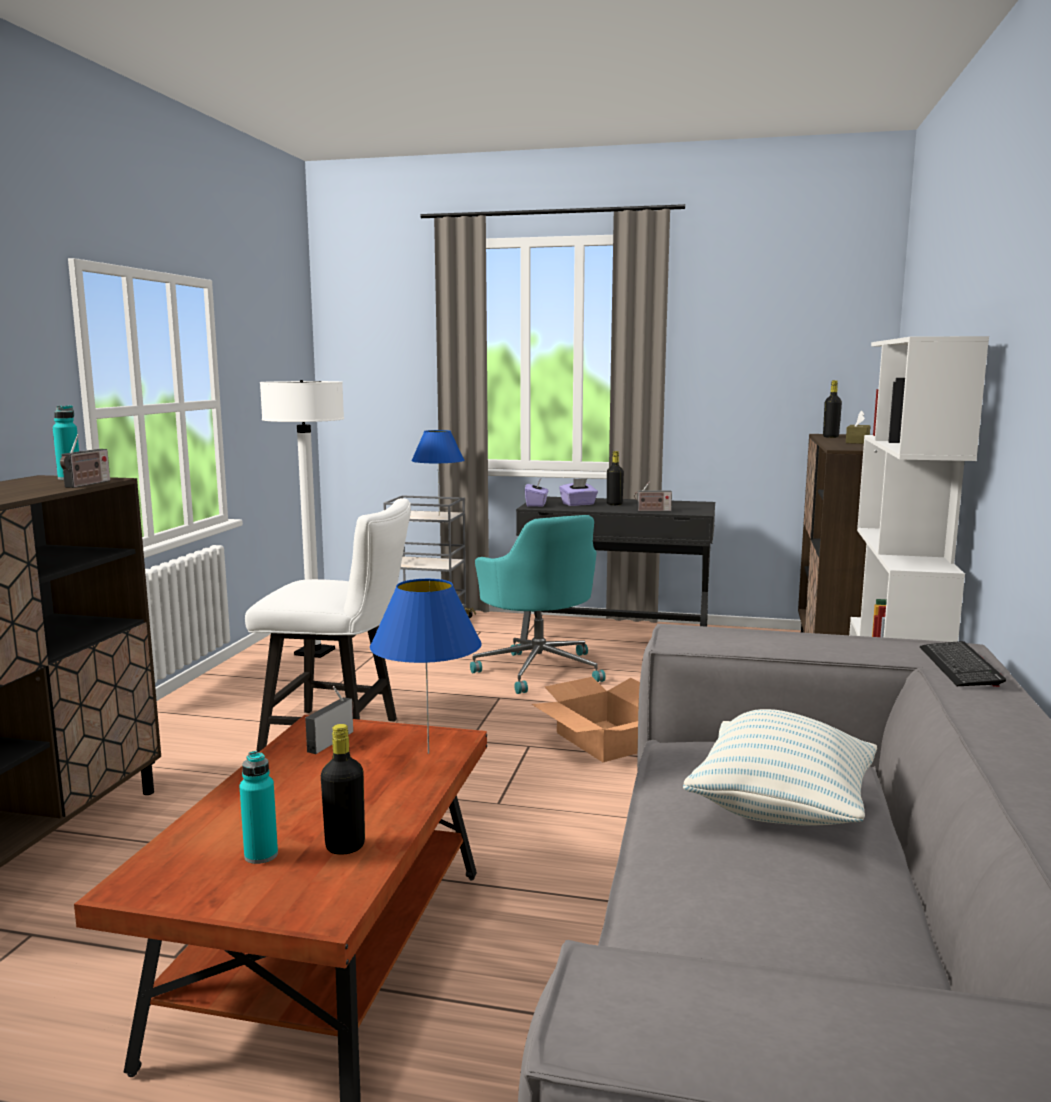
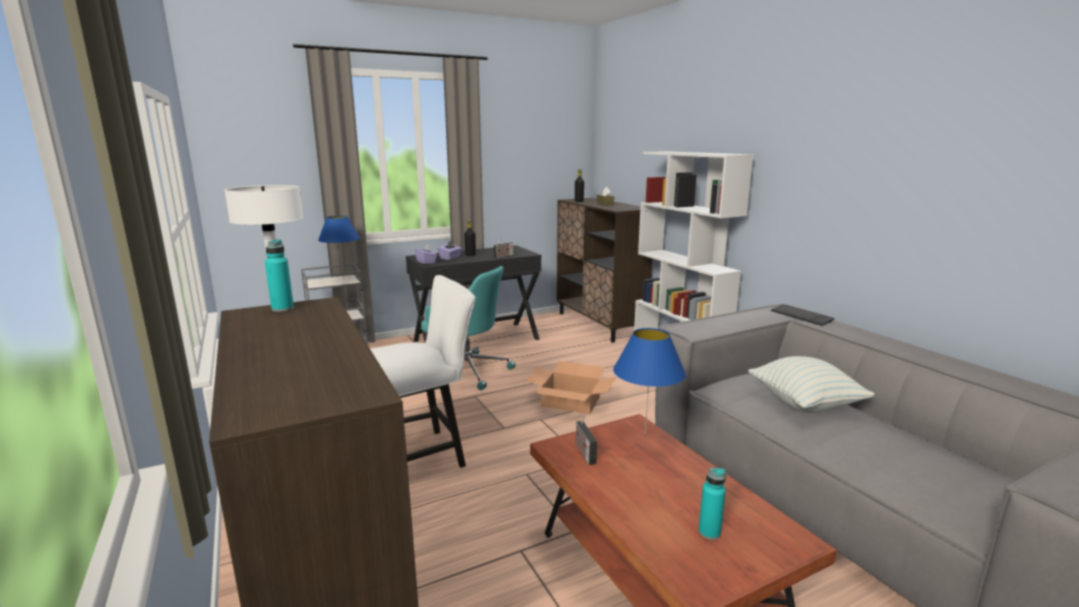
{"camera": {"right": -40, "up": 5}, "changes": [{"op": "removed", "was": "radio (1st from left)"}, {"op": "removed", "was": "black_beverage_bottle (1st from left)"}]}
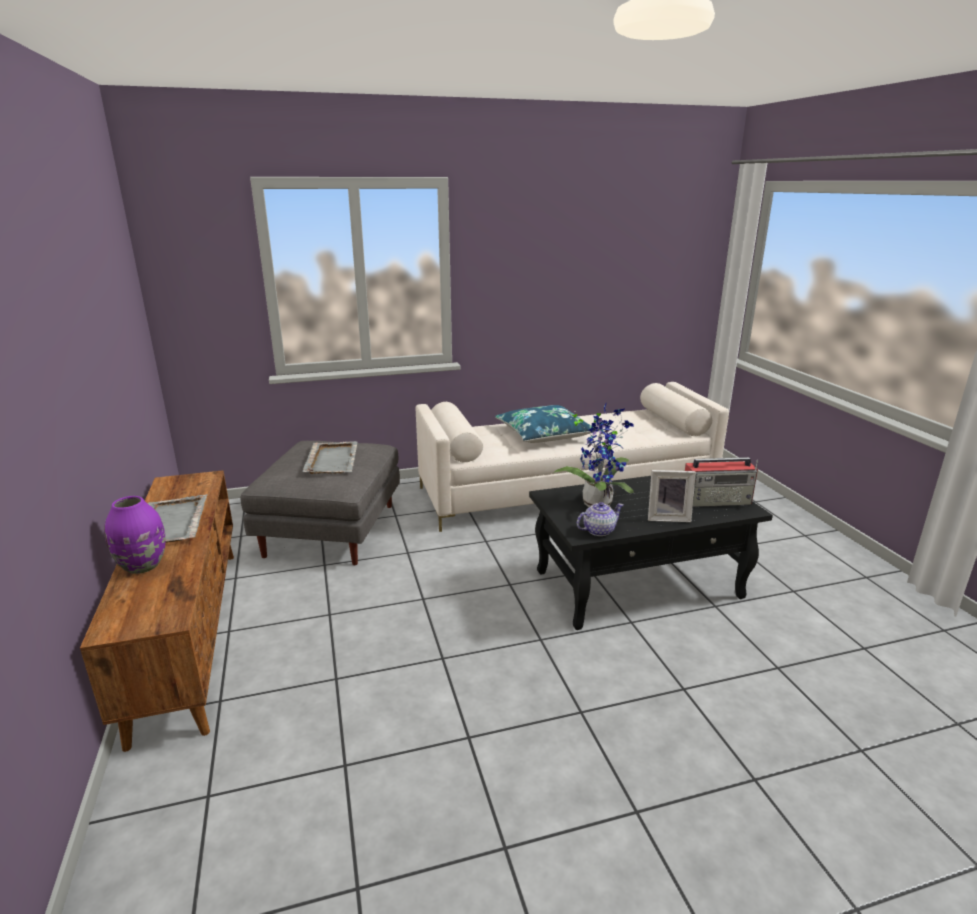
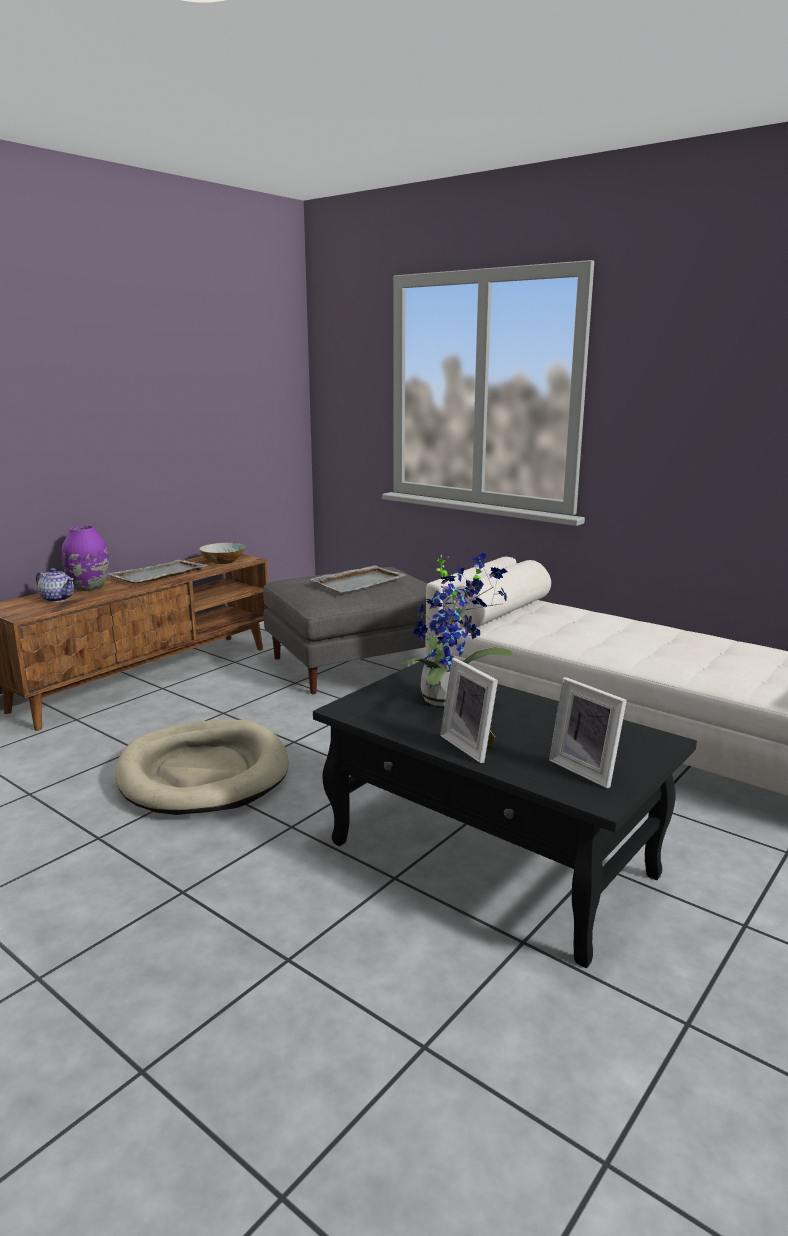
{"camera": {"right": 55, "up": -5}, "changes": [{"op": "moved", "was": "teapot"}, {"op": "added", "now": "sand-coloured_pet_bed"}, {"op": "added", "now": "serving_bowl"}, {"op": "replaced", "was": "radio", "now": "standing_frame (2nd from left)"}, {"op": "removed", "was": "blue_throw_pillow"}]}
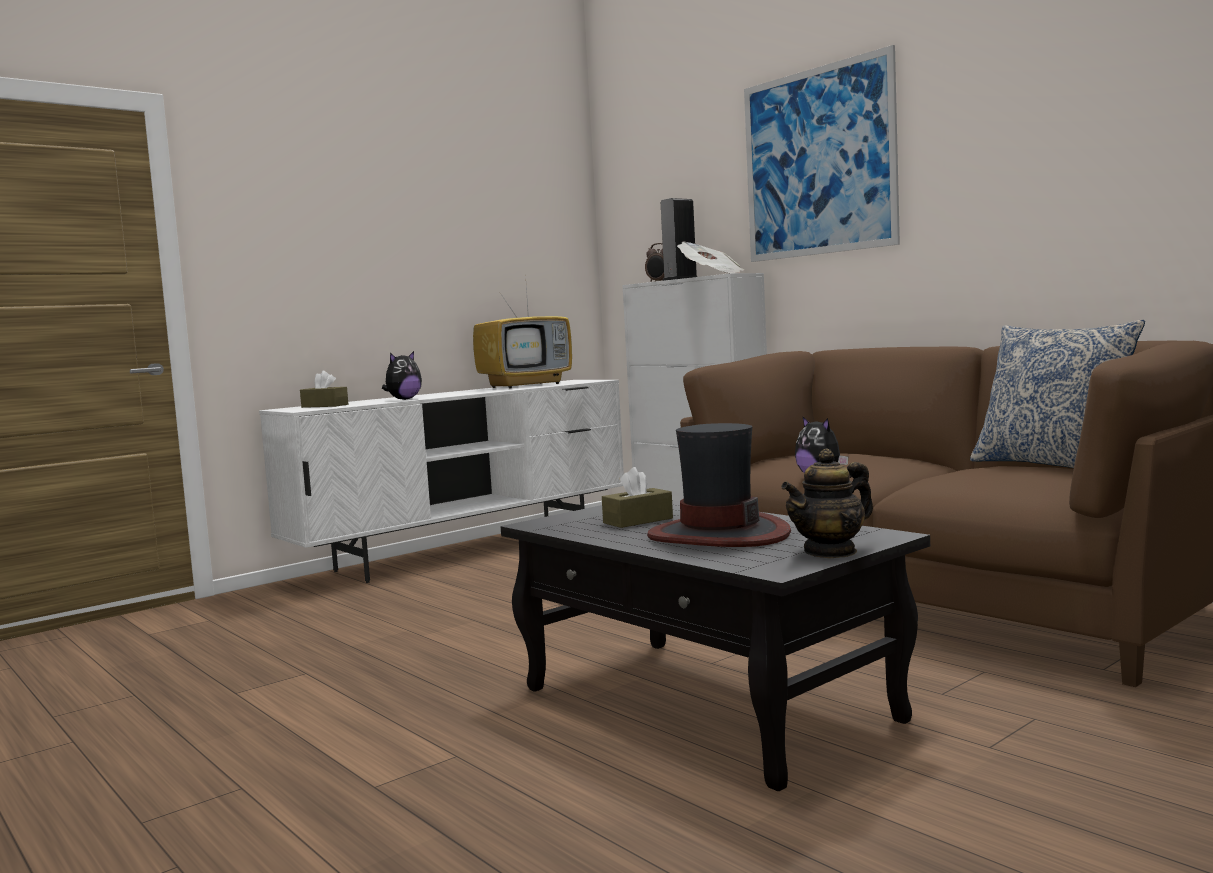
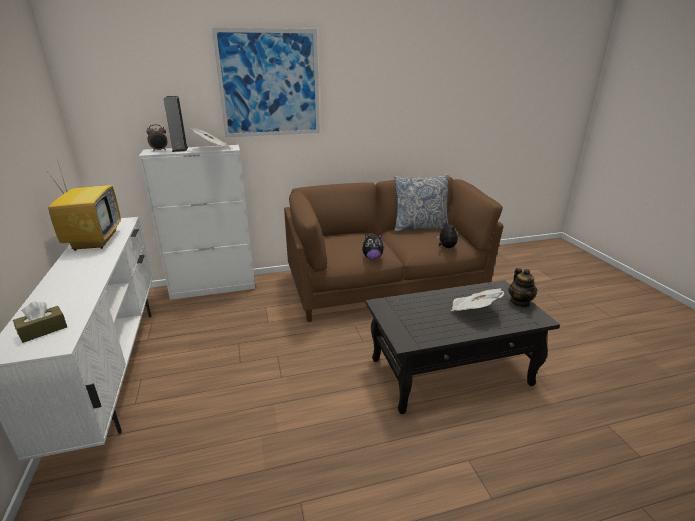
{"camera": {"right": -65, "up": 20}, "changes": [{"op": "moved", "was": "cuddly_toy (1st from left in the first image)", "now": "cuddly_toy (2nd from left)"}, {"op": "replaced", "was": "wearable_hat", "now": "daily_paper (2nd from left)"}, {"op": "removed", "was": "brown_tissue_holder (2nd from left)"}]}
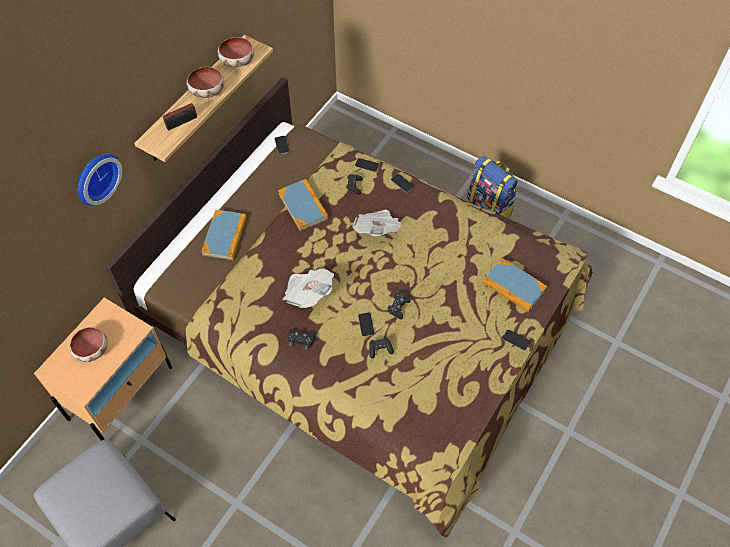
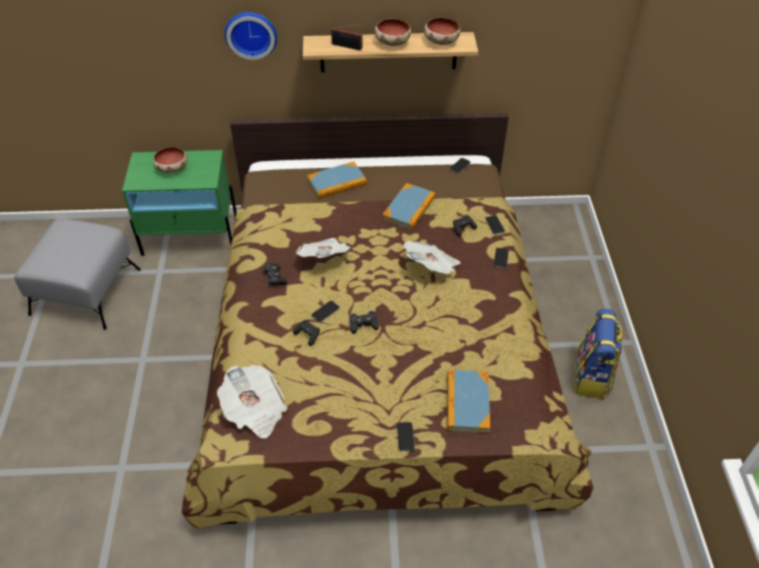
{"camera": {"right": 55, "up": -10}, "changes": [{"op": "recoloured", "was": "sand-coloured_bedside_table", "now": "greenish_bedside_table"}, {"op": "added", "now": "daily_paper (1st from left)"}]}
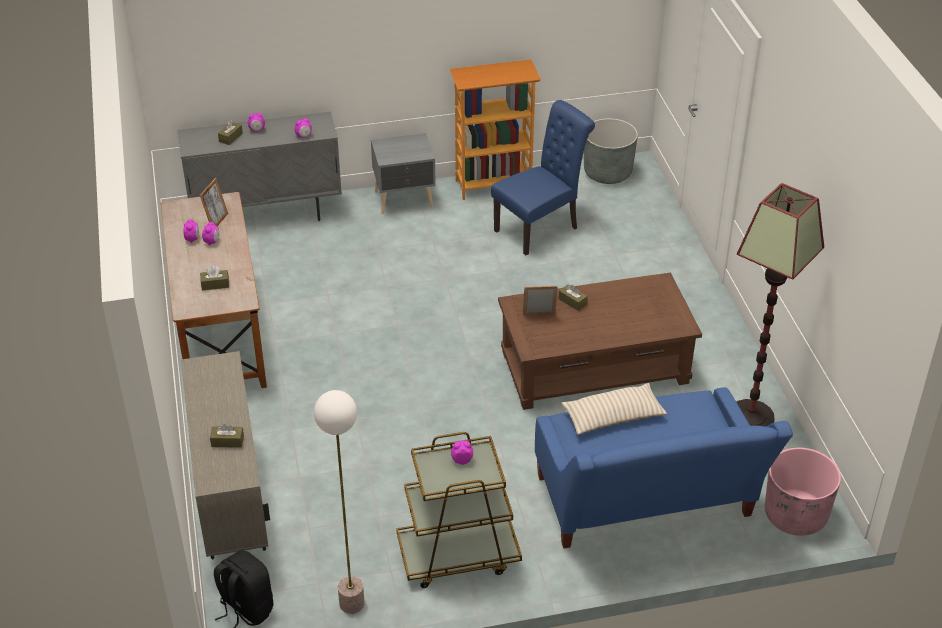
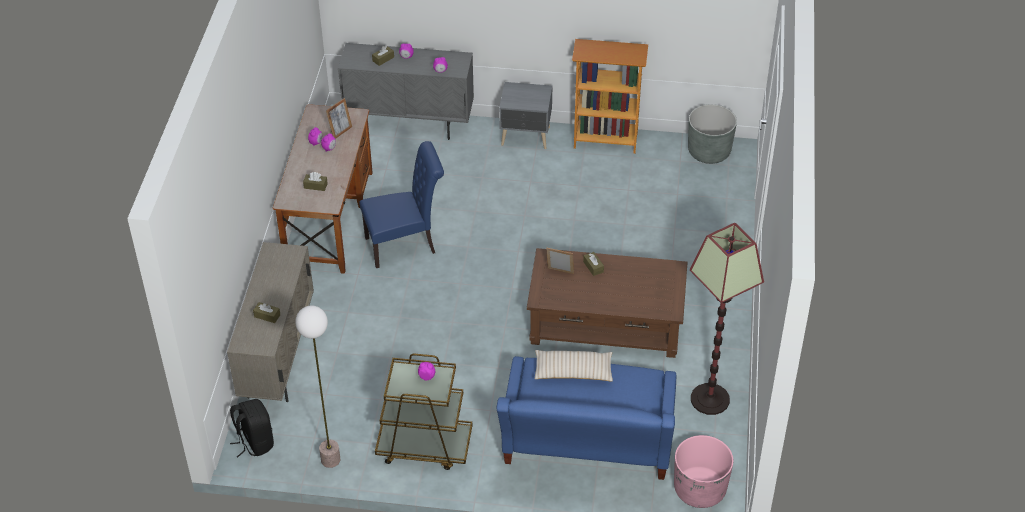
{"camera": {"right": 20, "up": 5}, "changes": [{"op": "moved", "was": "blue_upright_chair"}]}
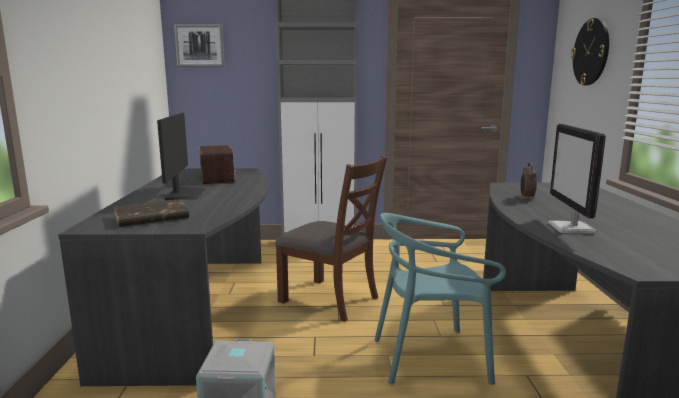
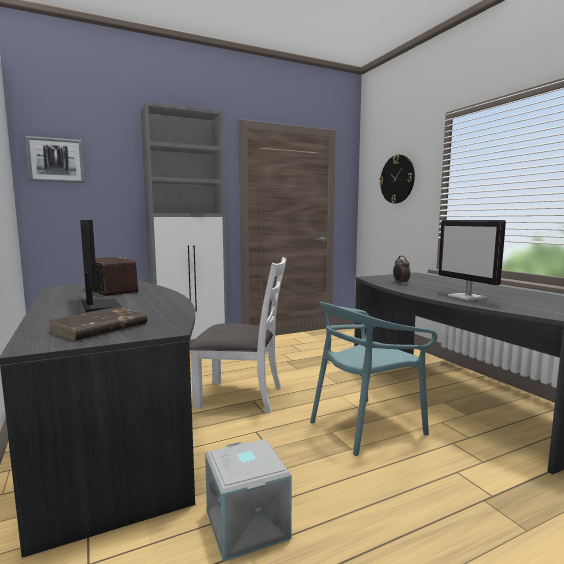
{"camera": {"right": -25, "up": -5}, "changes": [{"op": "recoloured", "was": "brown_upright_chair", "now": "white_upright_chair"}]}
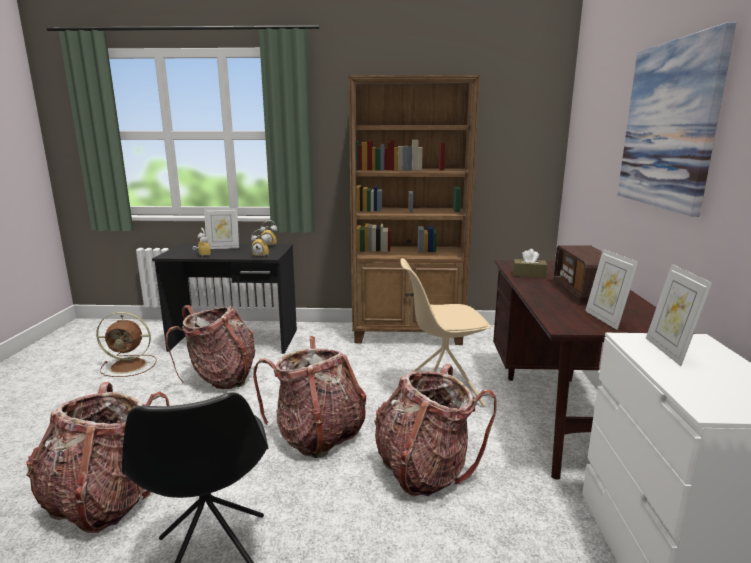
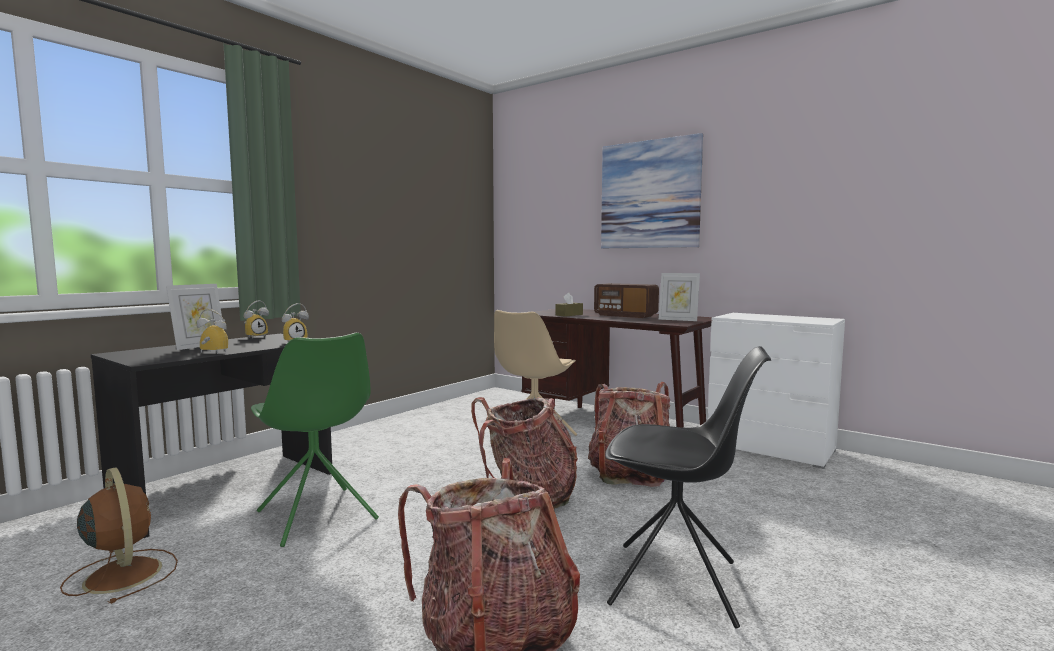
{"camera": {"right": -55, "up": -10}, "changes": [{"op": "turned", "was": "brown_cooling_fan", "clockwise": -75}, {"op": "replaced", "was": "backpack (2nd from left)", "now": "greenish_upright_chair"}, {"op": "removed", "was": "brown_bookcase"}, {"op": "removed", "was": "standing_frame (3rd from left)"}]}
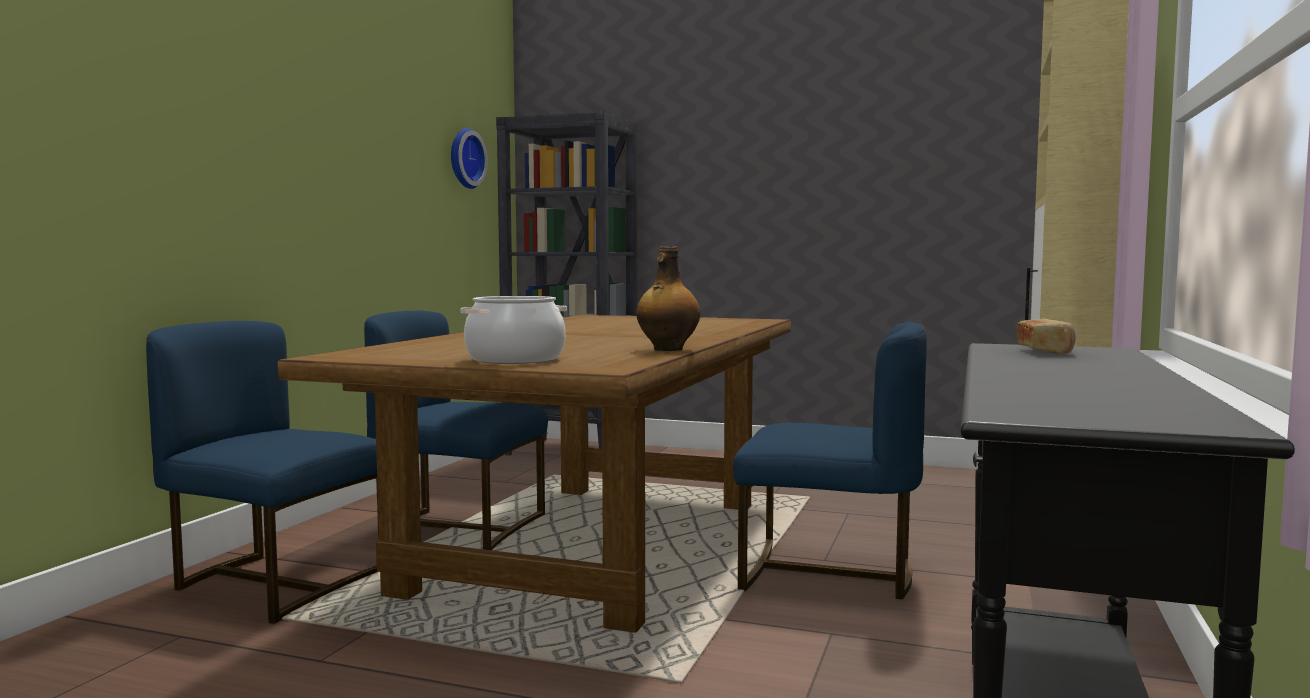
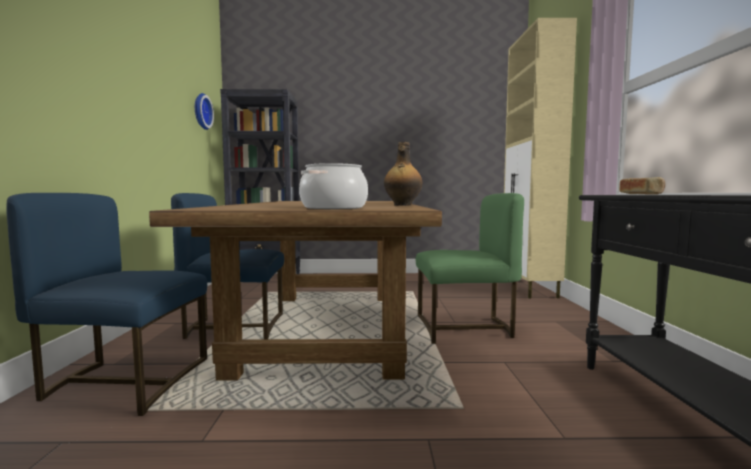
{"camera": {"right": -20, "up": 0}, "changes": [{"op": "recoloured", "was": "blue_upright_chair (3rd from left)", "now": "greenish_upright_chair"}]}
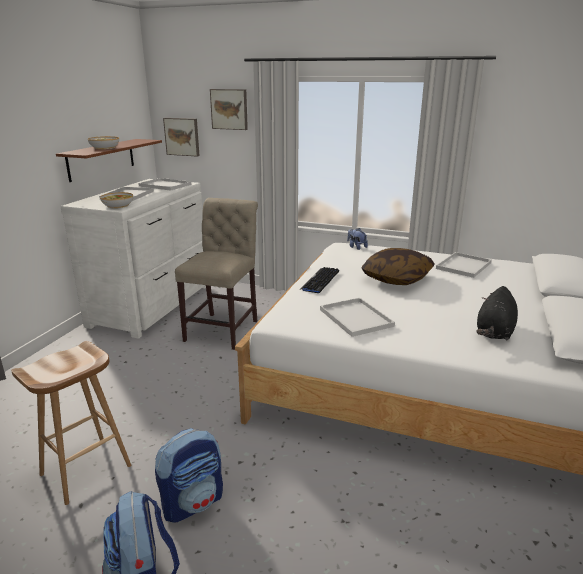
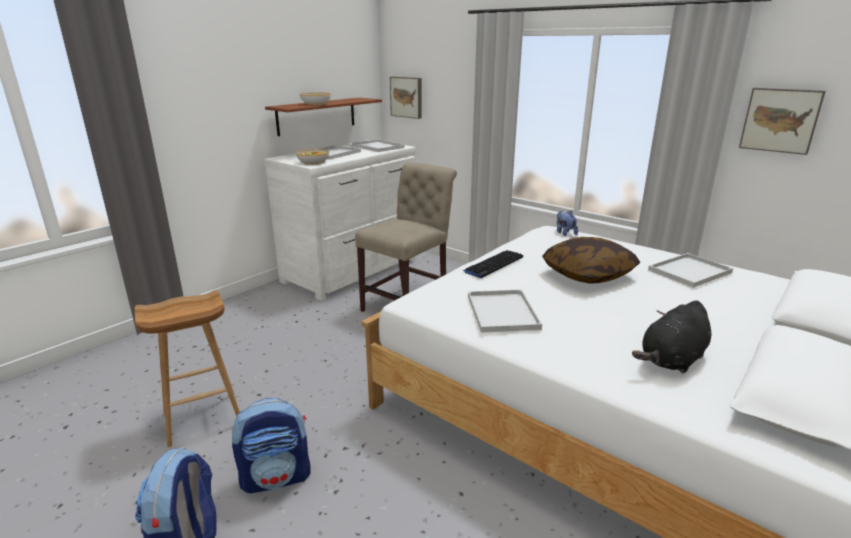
{"camera": {"right": 20, "up": 0}, "changes": [{"op": "moved", "was": "picture (2nd from left)"}]}
